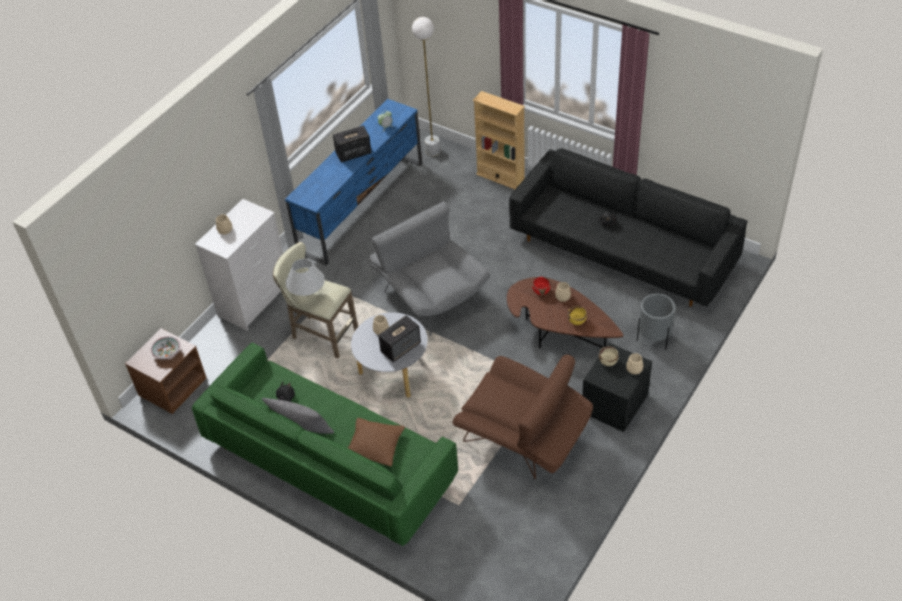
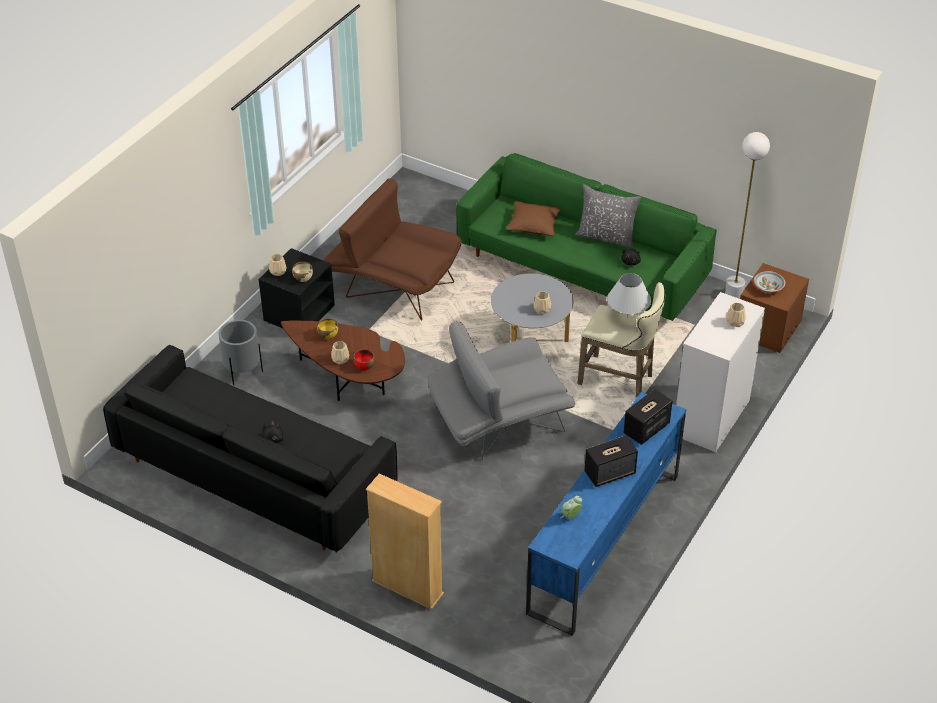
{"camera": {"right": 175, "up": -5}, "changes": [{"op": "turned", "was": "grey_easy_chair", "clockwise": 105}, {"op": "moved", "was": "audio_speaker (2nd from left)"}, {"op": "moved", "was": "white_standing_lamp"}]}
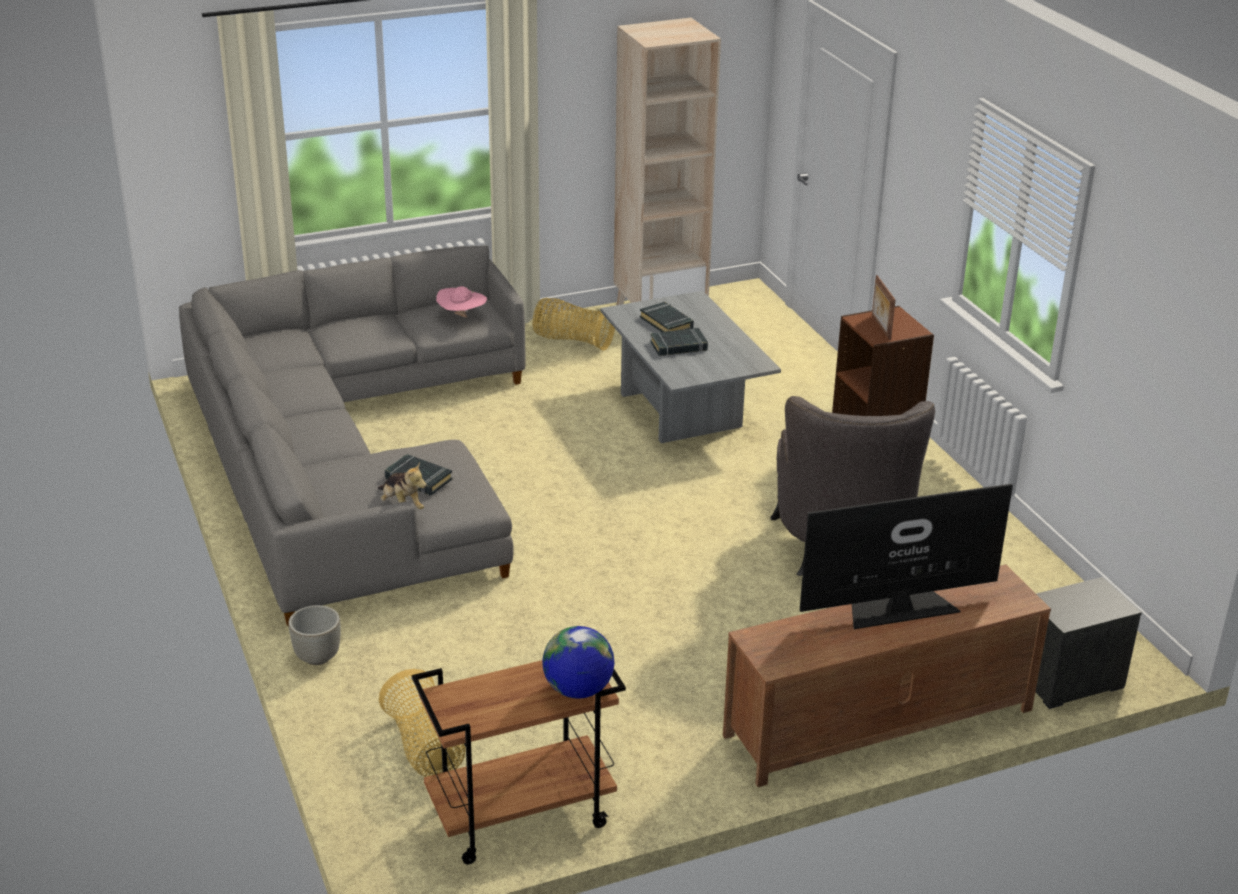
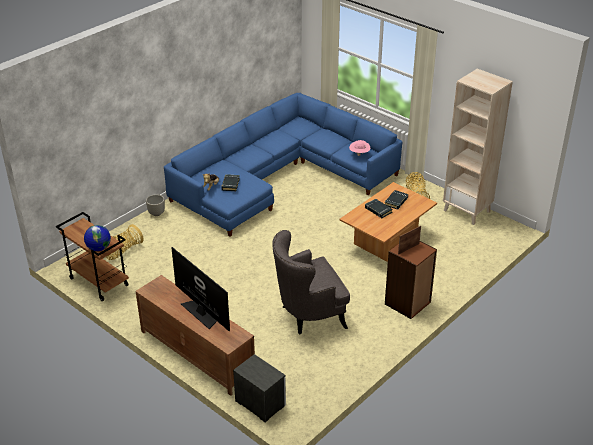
{"camera": {"right": 65, "up": 5}, "changes": [{"op": "recoloured", "was": "grey_settee", "now": "blue_settee"}, {"op": "recoloured", "was": "grey_lounge_table", "now": "brown_lounge_table"}]}
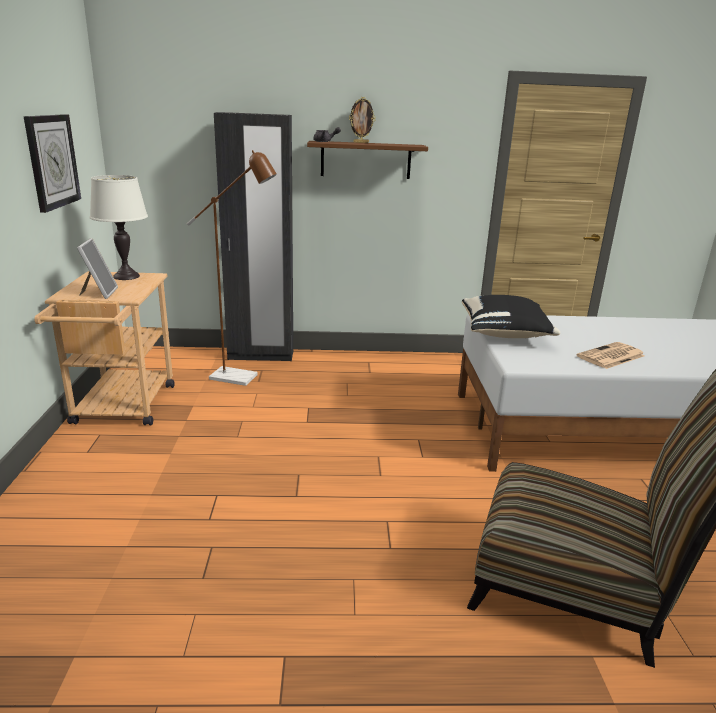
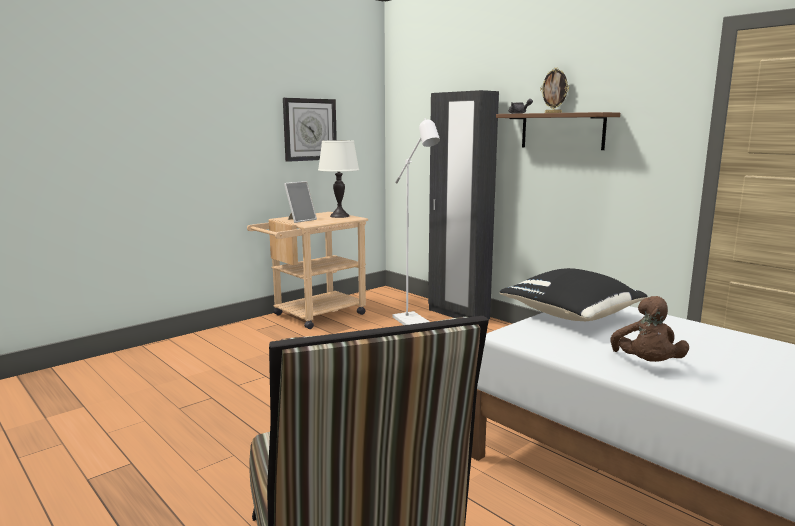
{"camera": {"right": 50, "up": -10}, "changes": [{"op": "recoloured", "was": "brown_standing_lamp", "now": "white_standing_lamp"}, {"op": "replaced", "was": "daily_paper", "now": "brown_cuddly_toy"}]}
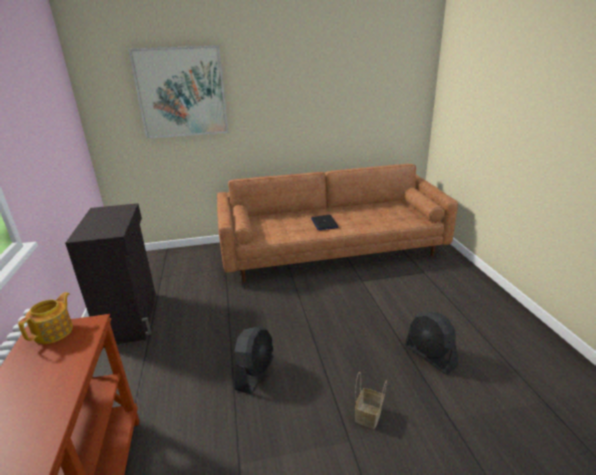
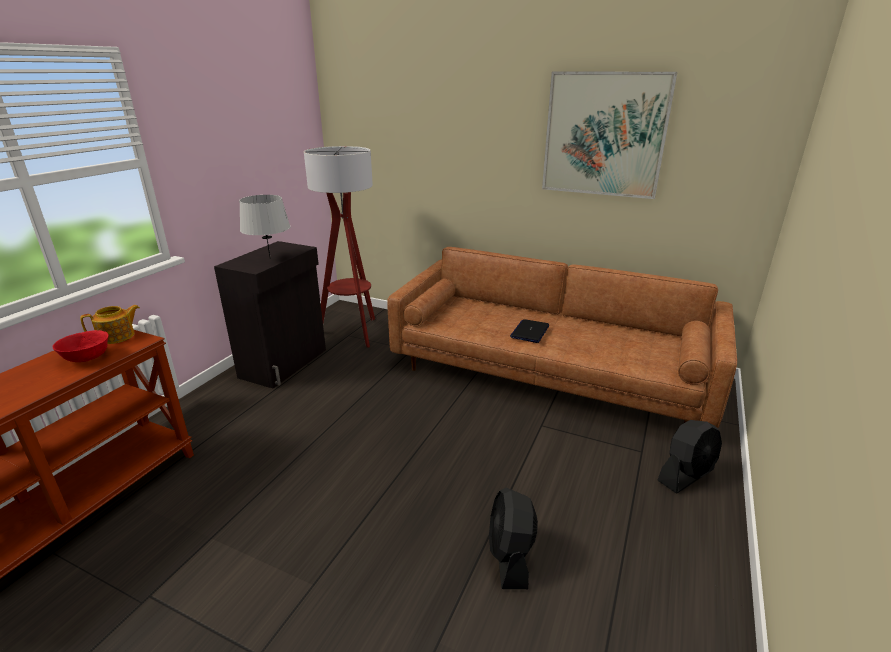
{"camera": {"right": 35, "up": 0}, "changes": [{"op": "added", "now": "reddish_serving_bowl"}, {"op": "added", "now": "grey_tabletop_lamp"}, {"op": "added", "now": "standing_lamp"}, {"op": "moved", "was": "picture"}, {"op": "moved", "was": "black_cooling_fan (1st from left in the first image)", "now": "black_cooling_fan (2nd from left)"}, {"op": "removed", "was": "storage_basket"}]}
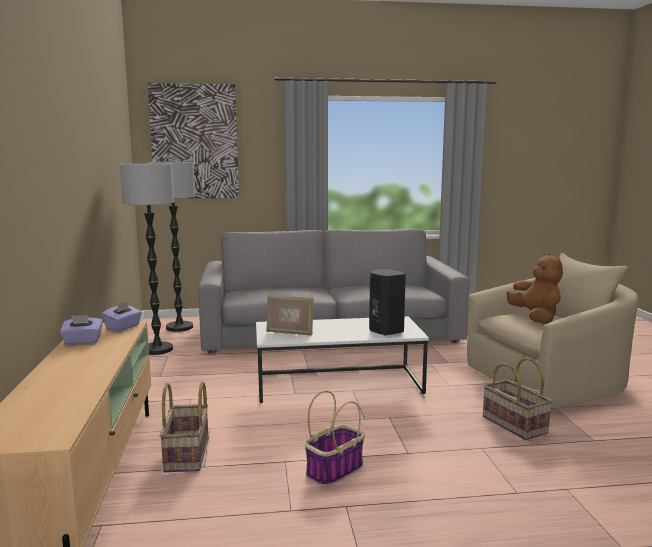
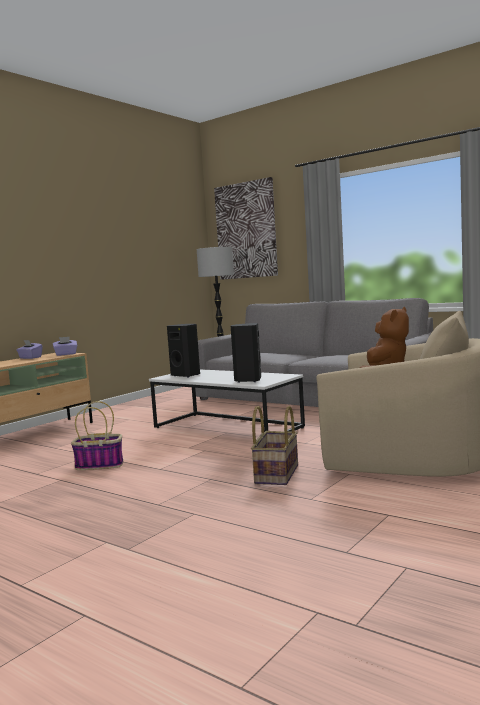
{"camera": {"right": 45, "up": -5}, "changes": [{"op": "replaced", "was": "standing_frame", "now": "black_audio_speaker (1st from left)"}, {"op": "removed", "was": "standing_lamp (1st from left)"}, {"op": "removed", "was": "storage_basket (1st from left)"}]}
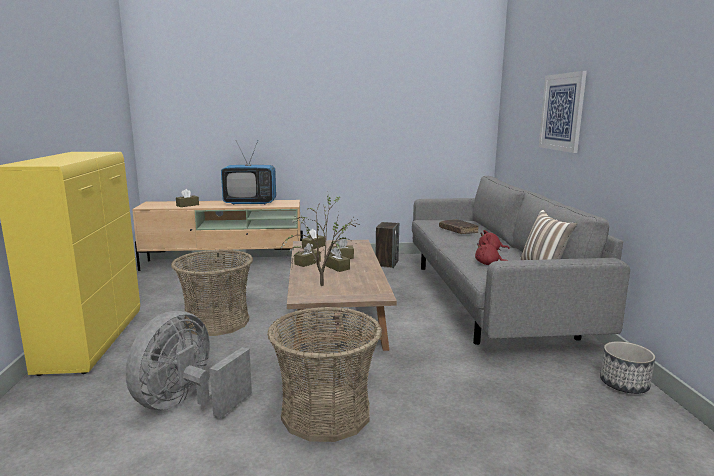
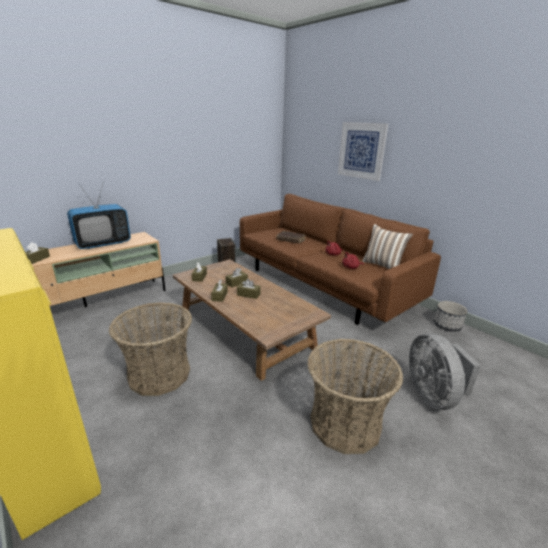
{"camera": {"right": -35, "up": 10}, "changes": [{"op": "recoloured", "was": "grey_settee", "now": "brown_settee"}, {"op": "moved", "was": "grey_cooling_fan"}, {"op": "removed", "was": "plant_in_a_pot"}]}
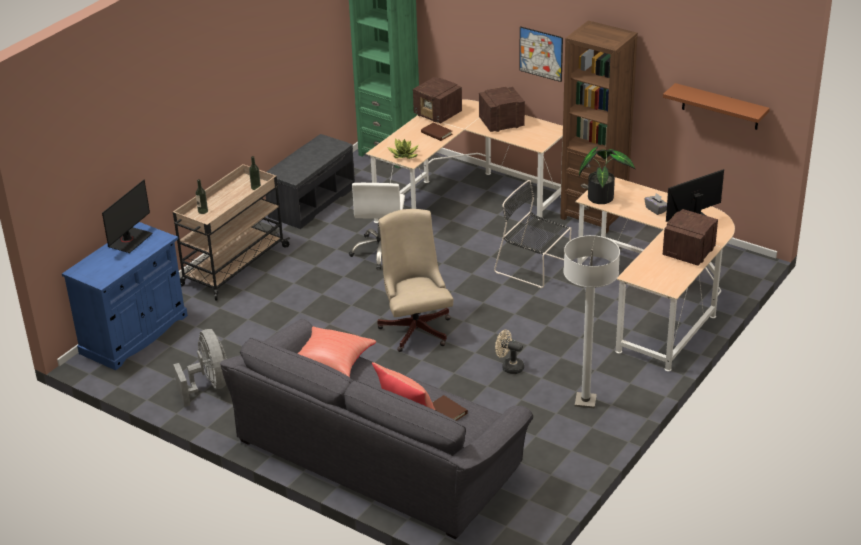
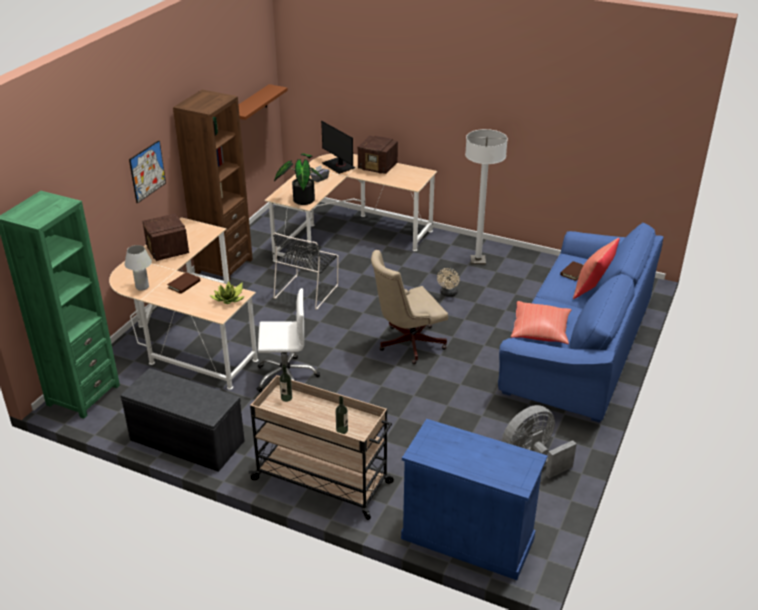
{"camera": {"right": -100, "up": 0}, "changes": [{"op": "replaced", "was": "radio (1st from left)", "now": "white_tabletop_lamp"}, {"op": "recoloured", "was": "grey_settee", "now": "blue_settee"}, {"op": "removed", "was": "computer_screen (1st from left)"}]}
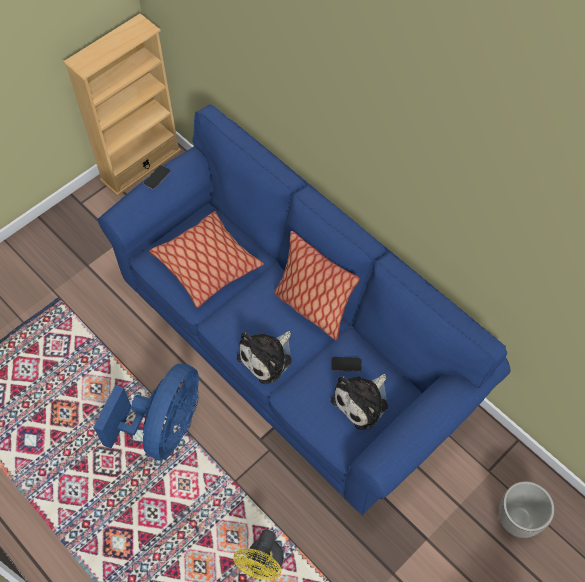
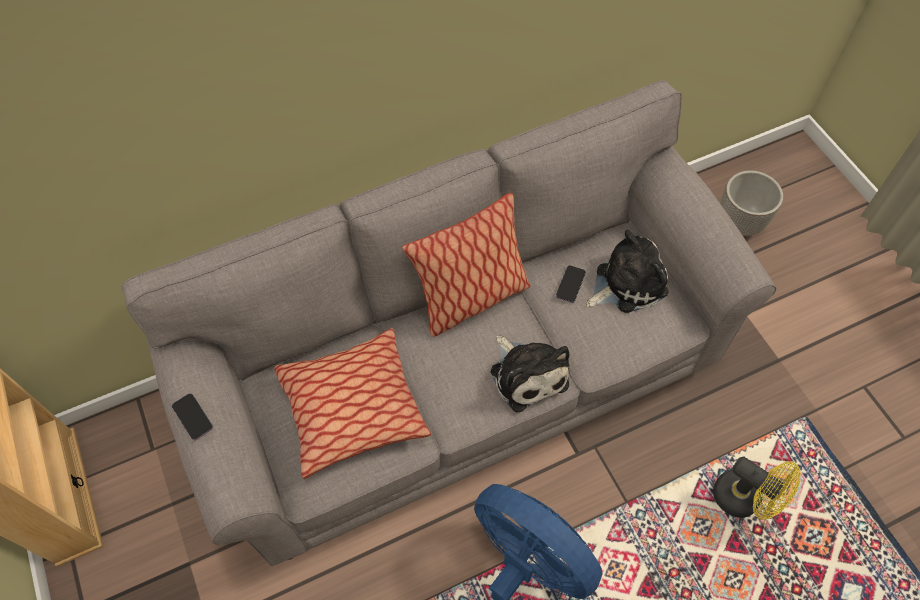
{"camera": {"right": -70, "up": 0}, "changes": [{"op": "recoloured", "was": "blue_settee", "now": "grey_settee"}, {"op": "turned", "was": "cuddly_toy (2nd from left)", "clockwise": -90}]}
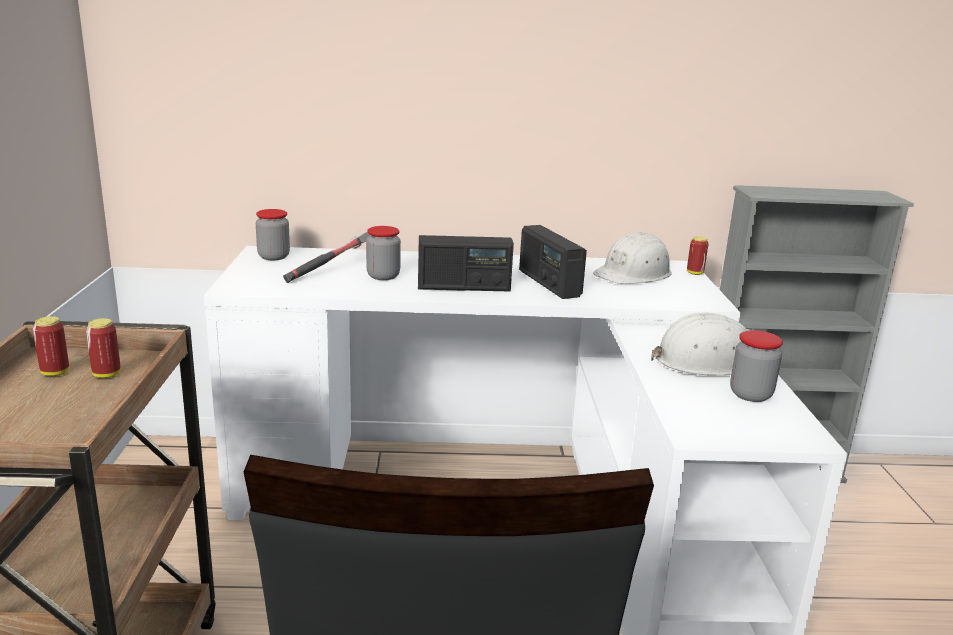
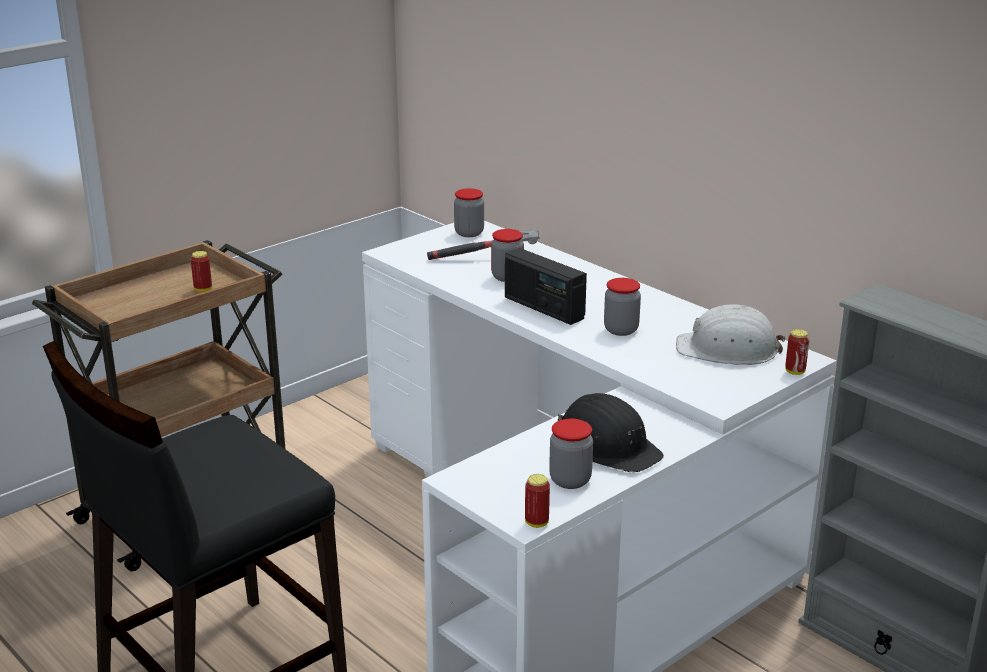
{"camera": {"right": 50, "up": 5}, "changes": [{"op": "moved", "was": "sealed_can (1st from left in the first image)", "now": "sealed_can (2nd from left)"}, {"op": "recoloured", "was": "white_hard_hat (2nd from left)", "now": "black_hard_hat"}, {"op": "replaced", "was": "radio (2nd from left)", "now": "storage_jar (4th from left)"}]}
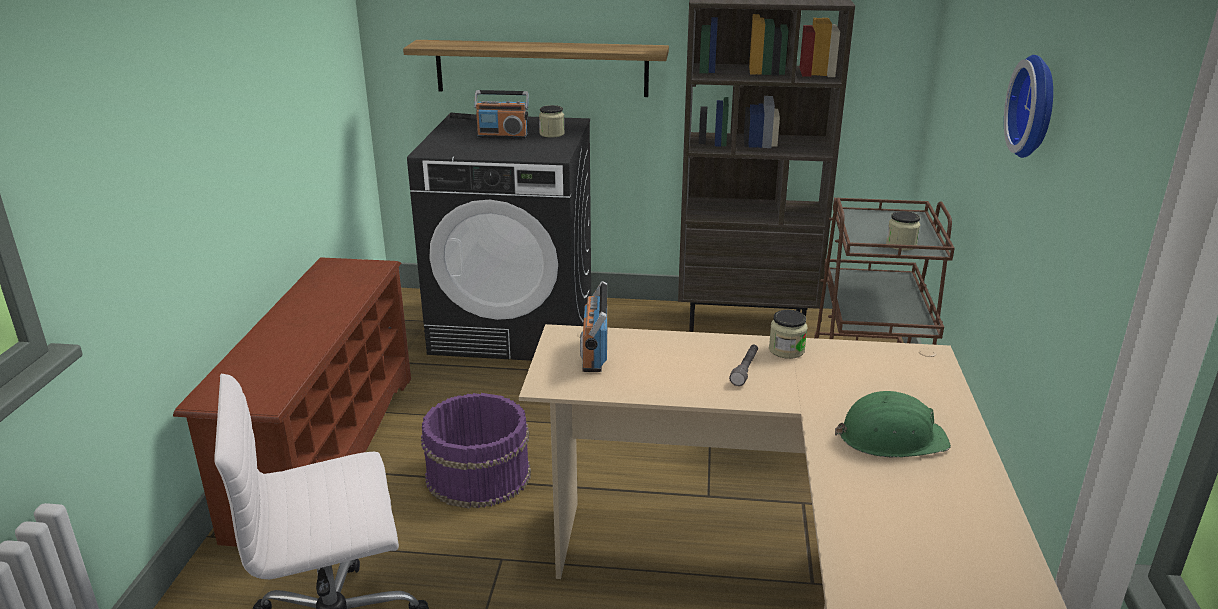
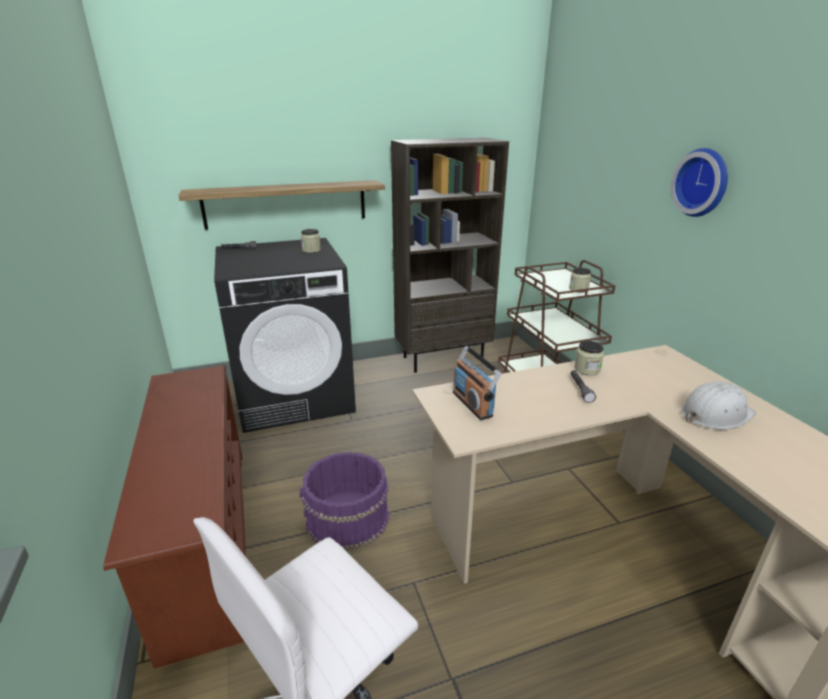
{"camera": {"right": -25, "up": 0}, "changes": [{"op": "recoloured", "was": "greenish_hard_hat", "now": "white_hard_hat"}, {"op": "removed", "was": "radio (1st from left)"}]}
